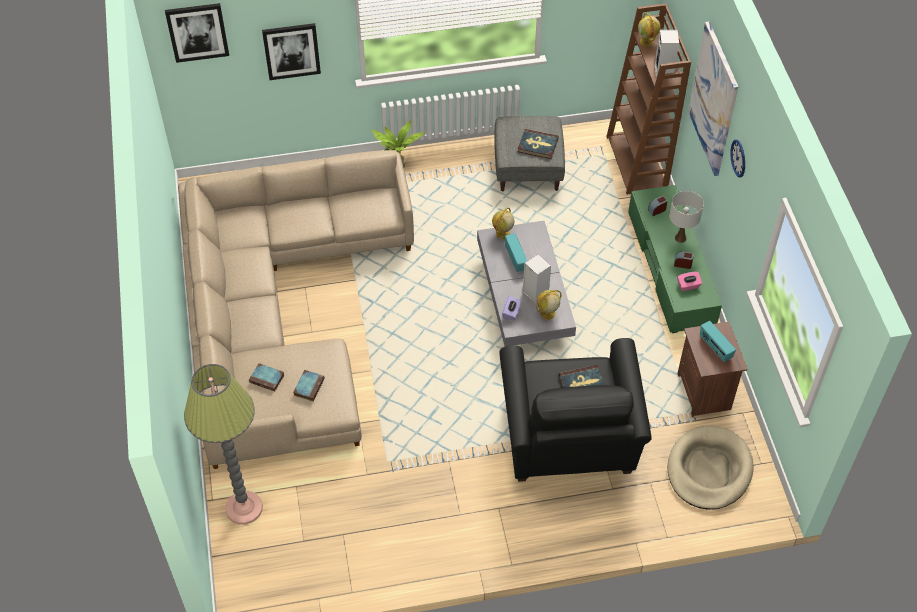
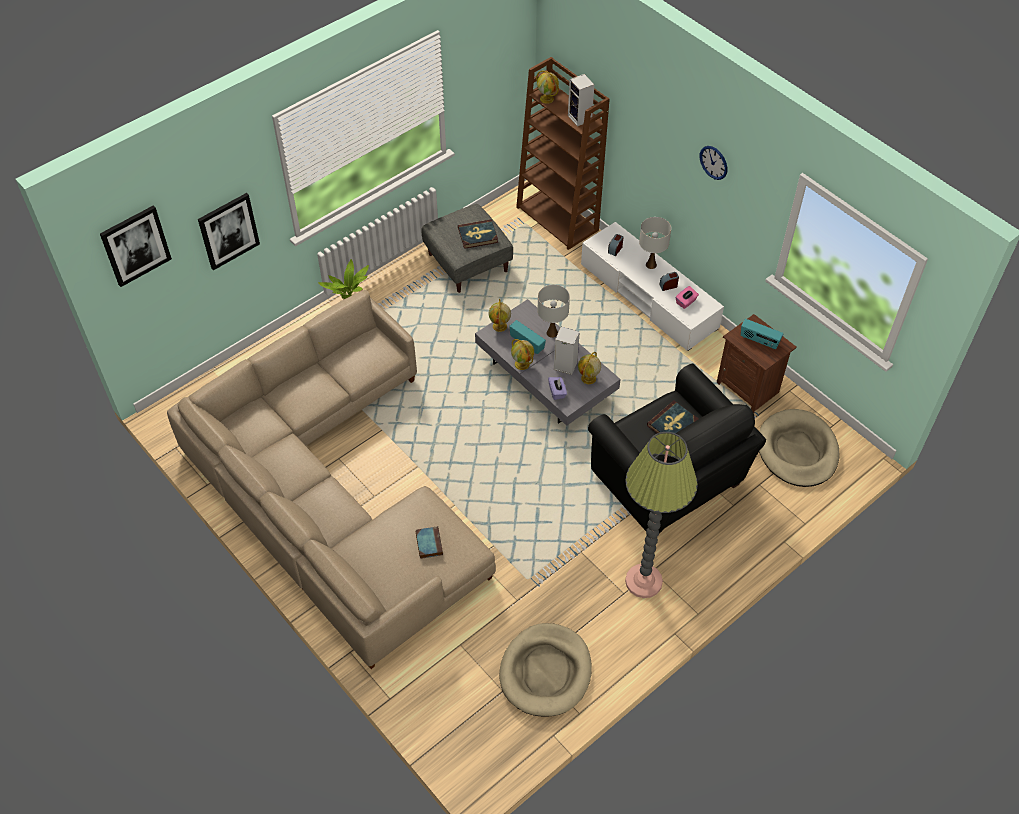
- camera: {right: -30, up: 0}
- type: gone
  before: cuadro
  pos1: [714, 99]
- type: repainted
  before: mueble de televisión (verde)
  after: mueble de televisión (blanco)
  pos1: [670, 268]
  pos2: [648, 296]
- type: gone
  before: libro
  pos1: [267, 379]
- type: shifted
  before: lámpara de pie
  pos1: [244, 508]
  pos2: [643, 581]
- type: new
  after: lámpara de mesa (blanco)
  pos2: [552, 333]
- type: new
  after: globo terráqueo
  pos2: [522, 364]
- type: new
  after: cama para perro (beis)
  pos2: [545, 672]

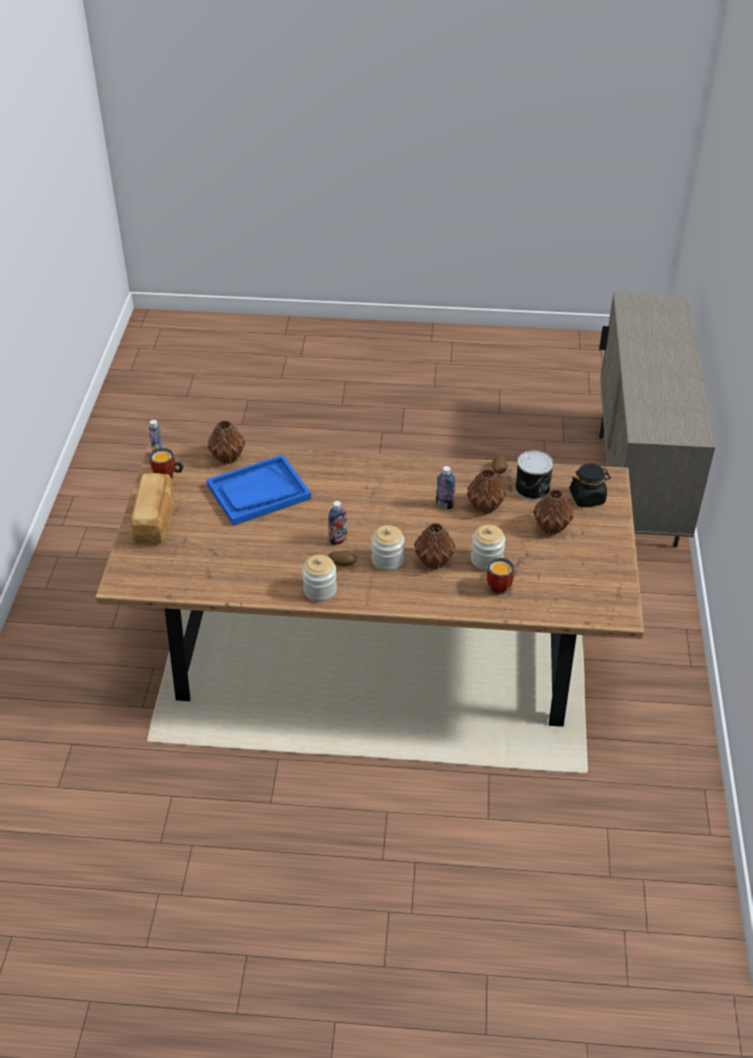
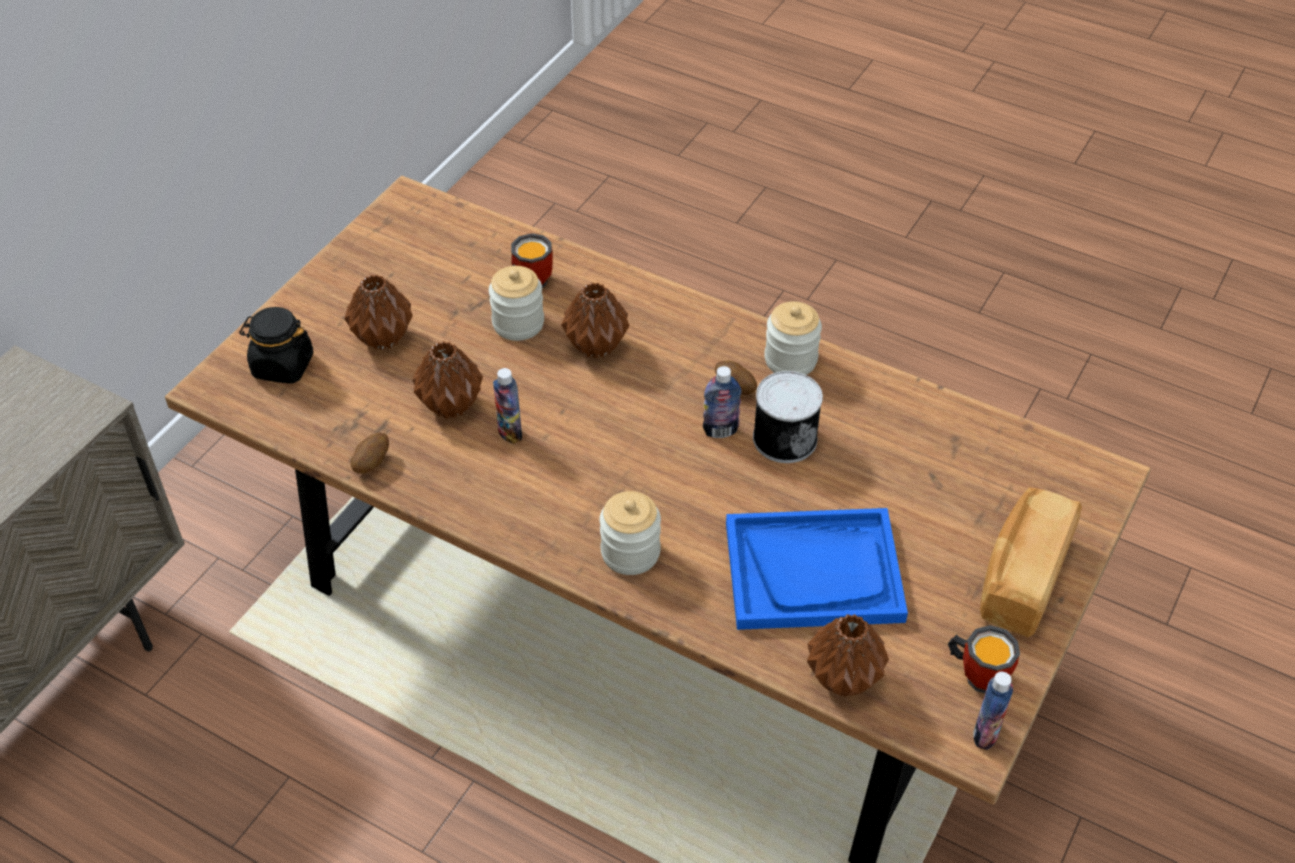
- camera: {right: -155, up: 5}
- type: shifted
  before: lata
  pos1: [533, 489]
  pos2: [784, 437]
- type: shifted
  before: tarro
  pos1: [387, 560]
  pos2: [630, 552]

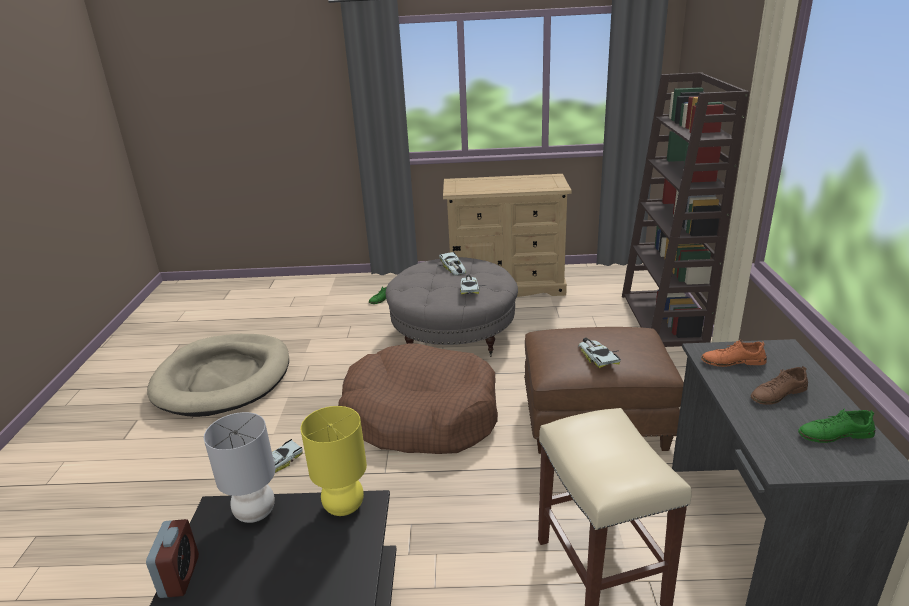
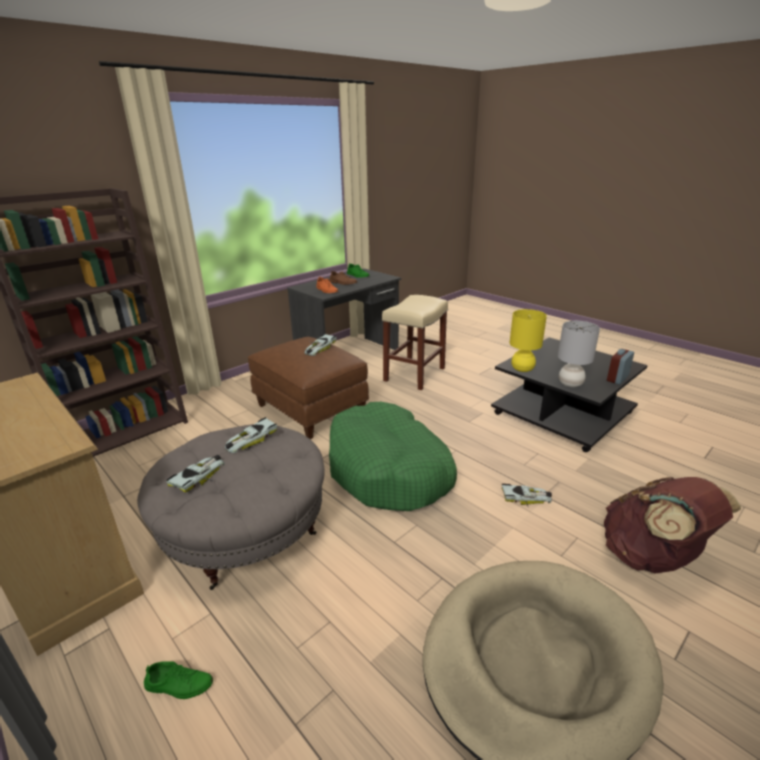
- camera: {right: -135, up: 0}
- type: repainted
  before: cama para perro (marrón)
  after: cama para perro (verde)
  pos1: [421, 415]
  pos2: [389, 470]
- type: new
  after: mochila (marrón)
  pos2: [651, 558]

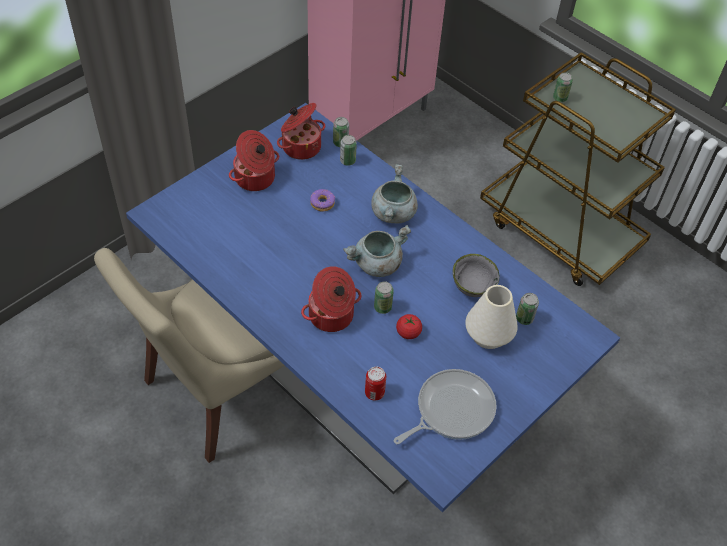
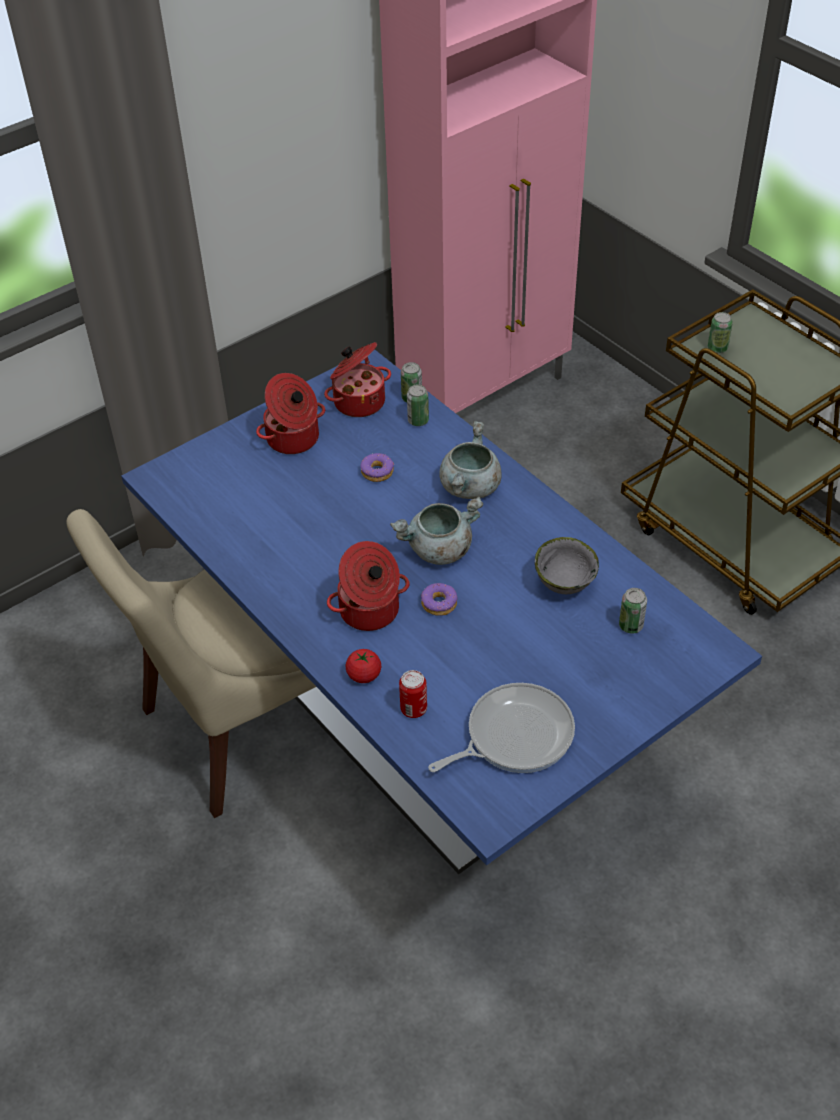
- camera: {right: 10, up: -5}
- type: swapped
  before: lata
  after: rosquilla
  pos1: [382, 307]
  pos2: [439, 603]
- type: gone
  before: florero (blanco)
  pos1: [488, 335]
- type: shifted
  before: tomate
  pos1: [408, 332]
  pos2: [364, 675]

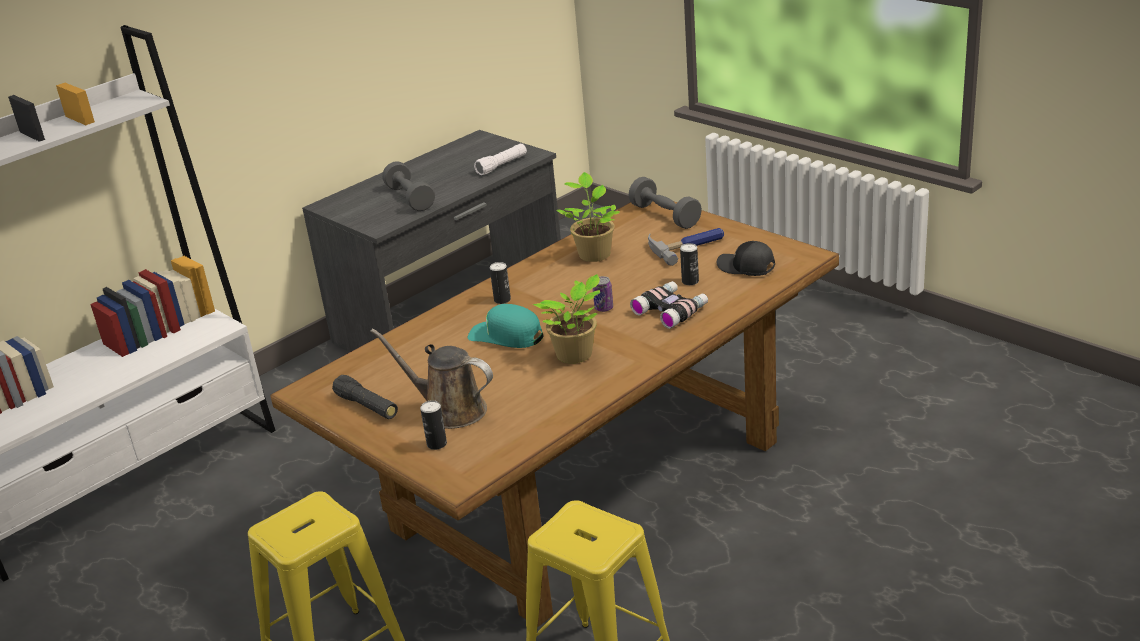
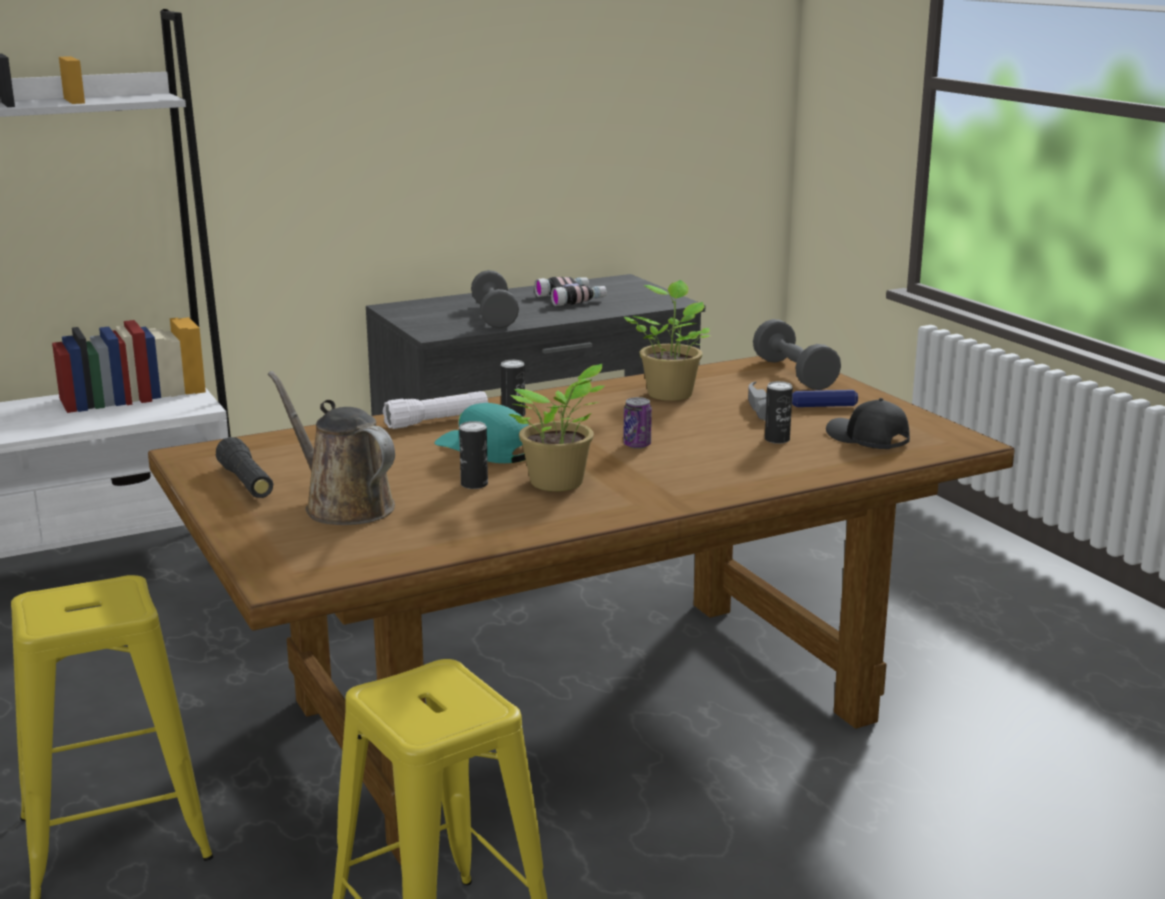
- camera: {right: 15, up: -10}
- type: shifted
  before: linterna (blanco)
  pos1: [502, 165]
  pos2: [437, 421]
- type: shifted
  before: prismáticos
  pos1: [671, 310]
  pos2: [572, 298]
- type: shifted
  before: lata
  pos1: [437, 444]
  pos2: [474, 484]

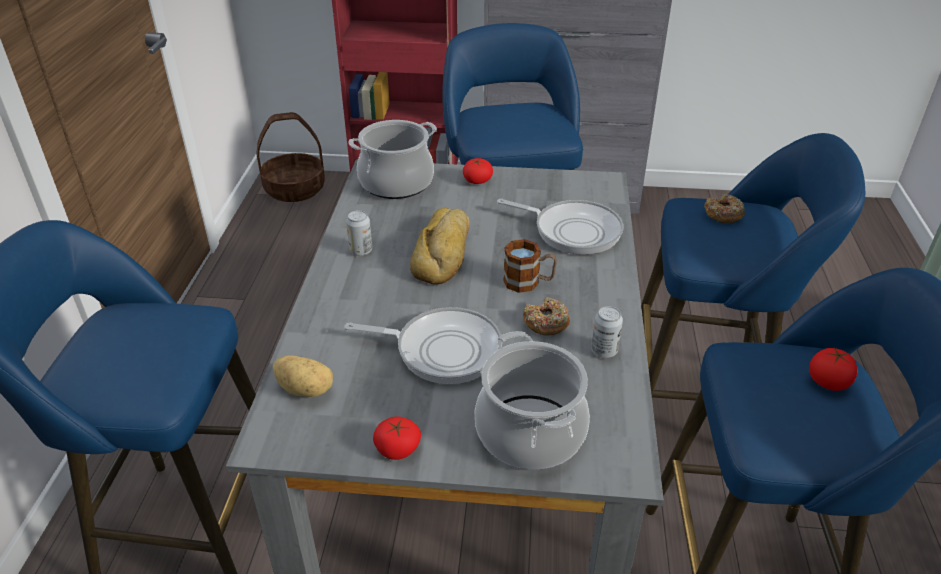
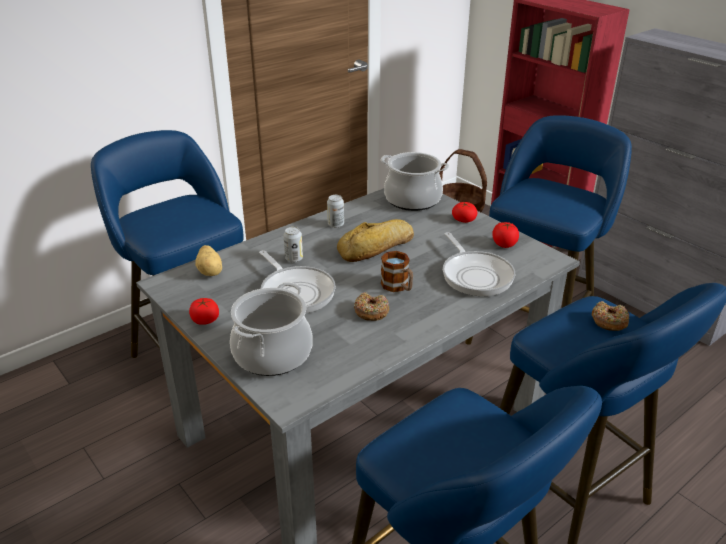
- camera: {right: 45, up: -5}
- type: shifted
  before: lata
  pos1: [604, 351]
  pos2: [294, 259]
- type: shifted
  before: tomate
  pos1: [828, 382]
  pos2: [504, 244]

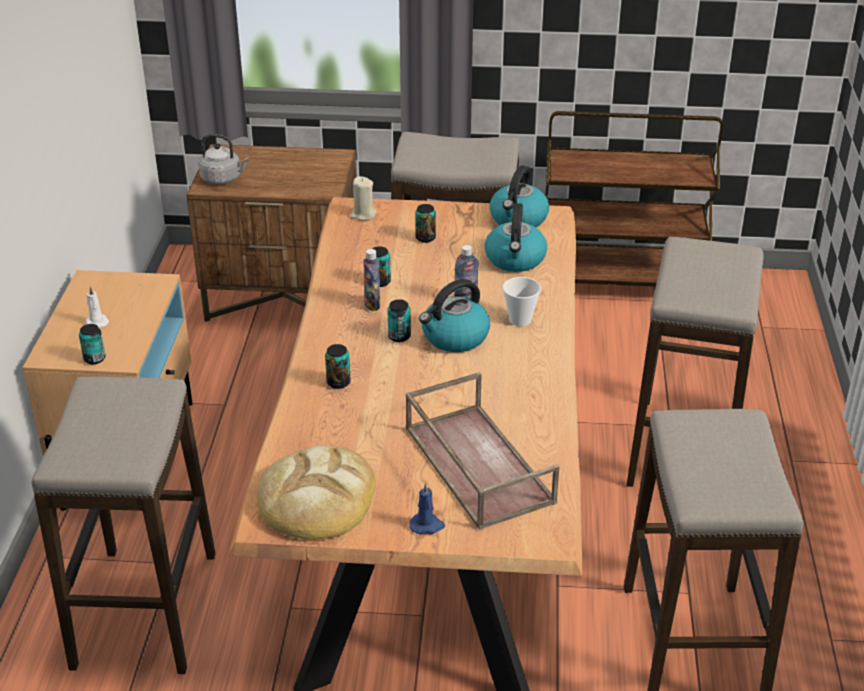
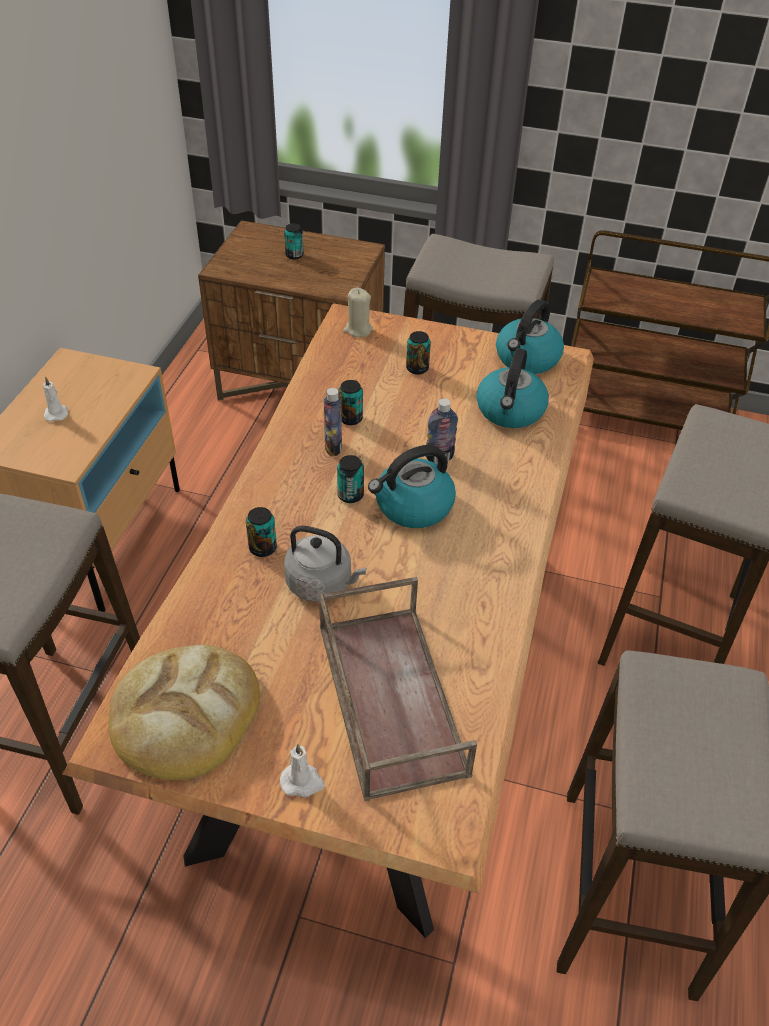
- camera: {right: 10, up: 10}
- type: shifted
  before: hervidor (gris)
  pos1: [223, 179]
  pos2: [322, 584]
- type: gone
  before: taza
  pos1: [520, 320]
- type: shifted
  before: lata
  pos1: [94, 359]
  pos2: [294, 255]
- type: repainted
  before: vela (azul)
  after: vela (blanco)
  pos1: [427, 525]
  pos2: [302, 781]

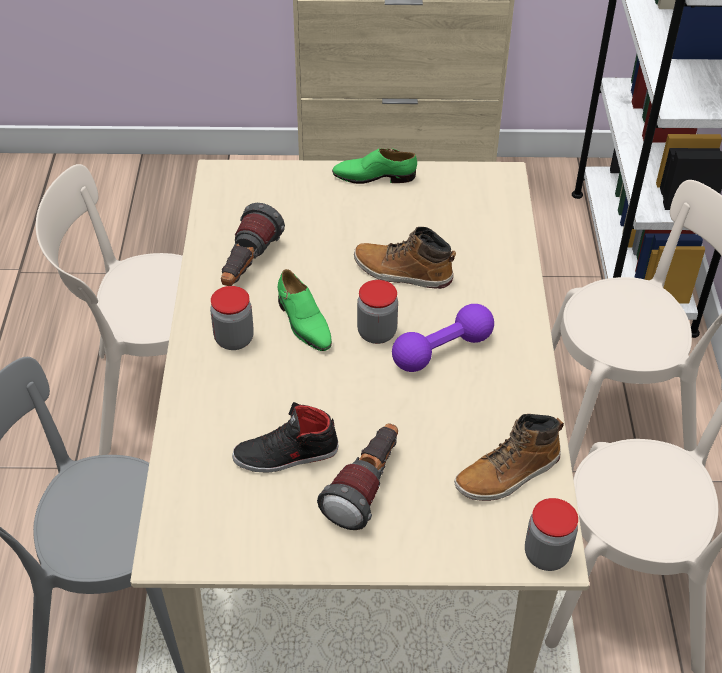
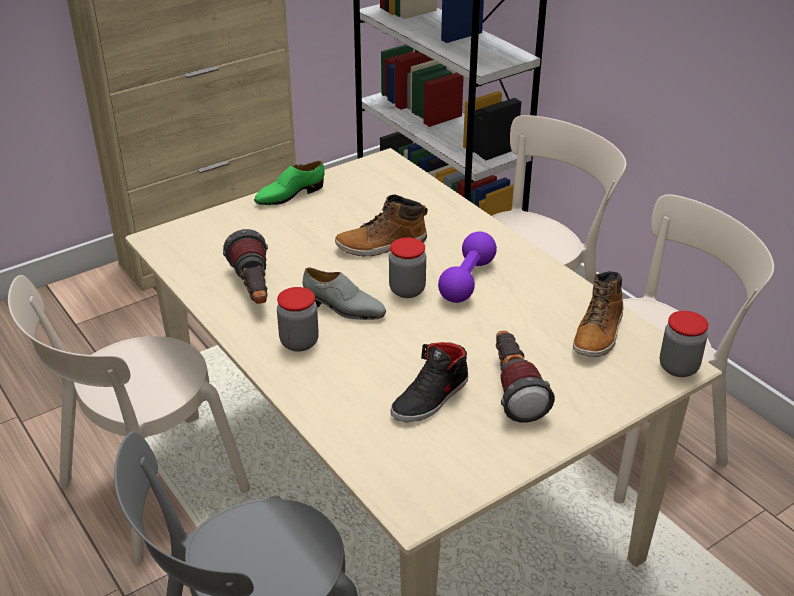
- camera: {right: -35, up: -10}
- type: repainted
  before: zapato (verde)
  after: zapato (gris)
  pos1: [303, 323]
  pos2: [343, 308]

